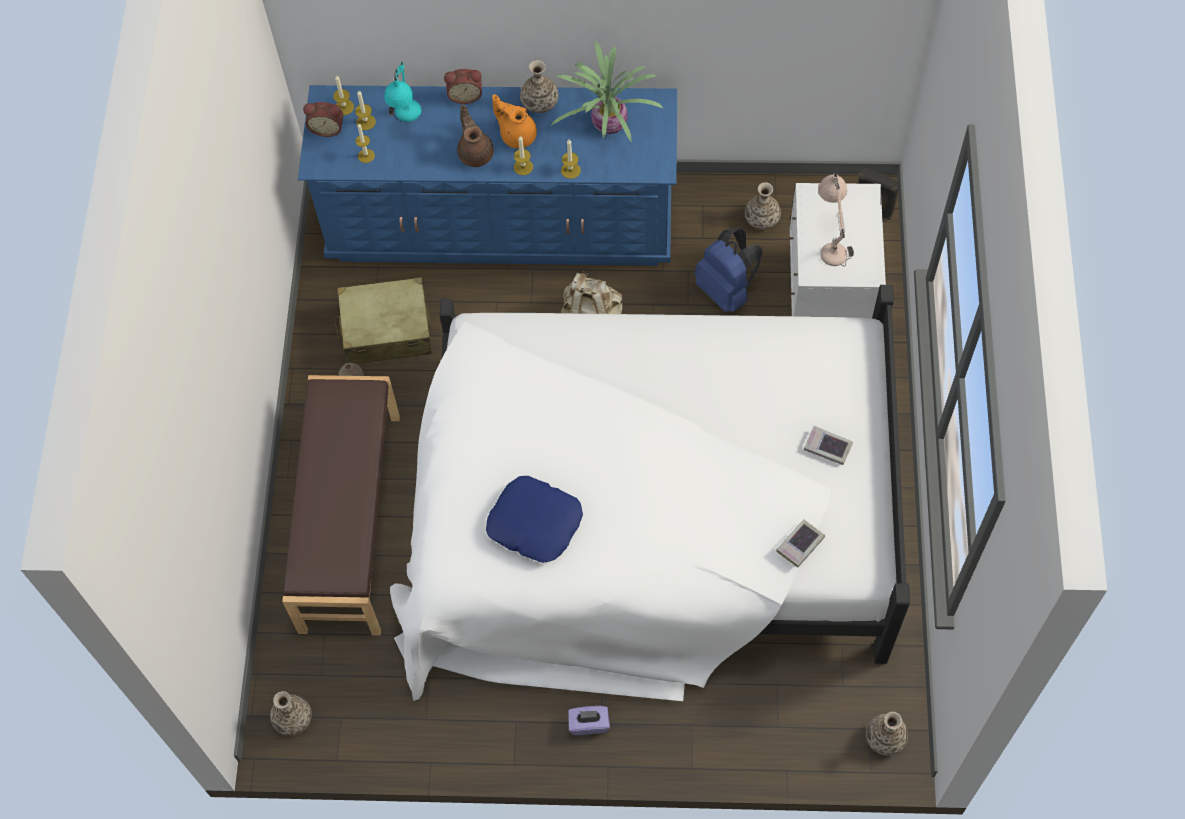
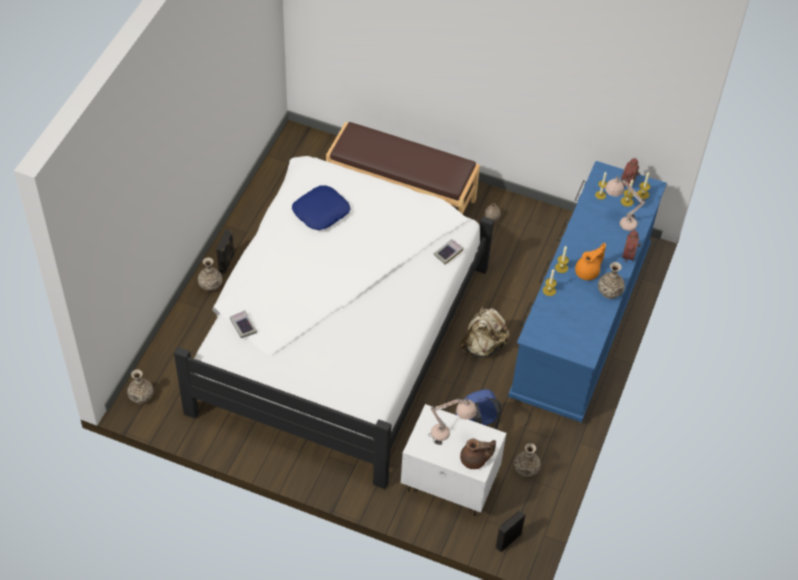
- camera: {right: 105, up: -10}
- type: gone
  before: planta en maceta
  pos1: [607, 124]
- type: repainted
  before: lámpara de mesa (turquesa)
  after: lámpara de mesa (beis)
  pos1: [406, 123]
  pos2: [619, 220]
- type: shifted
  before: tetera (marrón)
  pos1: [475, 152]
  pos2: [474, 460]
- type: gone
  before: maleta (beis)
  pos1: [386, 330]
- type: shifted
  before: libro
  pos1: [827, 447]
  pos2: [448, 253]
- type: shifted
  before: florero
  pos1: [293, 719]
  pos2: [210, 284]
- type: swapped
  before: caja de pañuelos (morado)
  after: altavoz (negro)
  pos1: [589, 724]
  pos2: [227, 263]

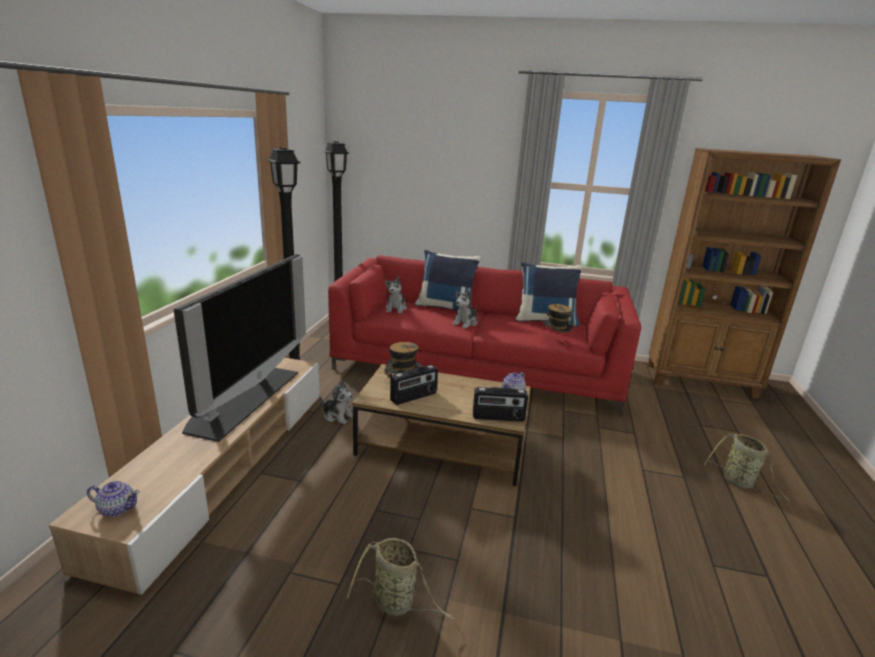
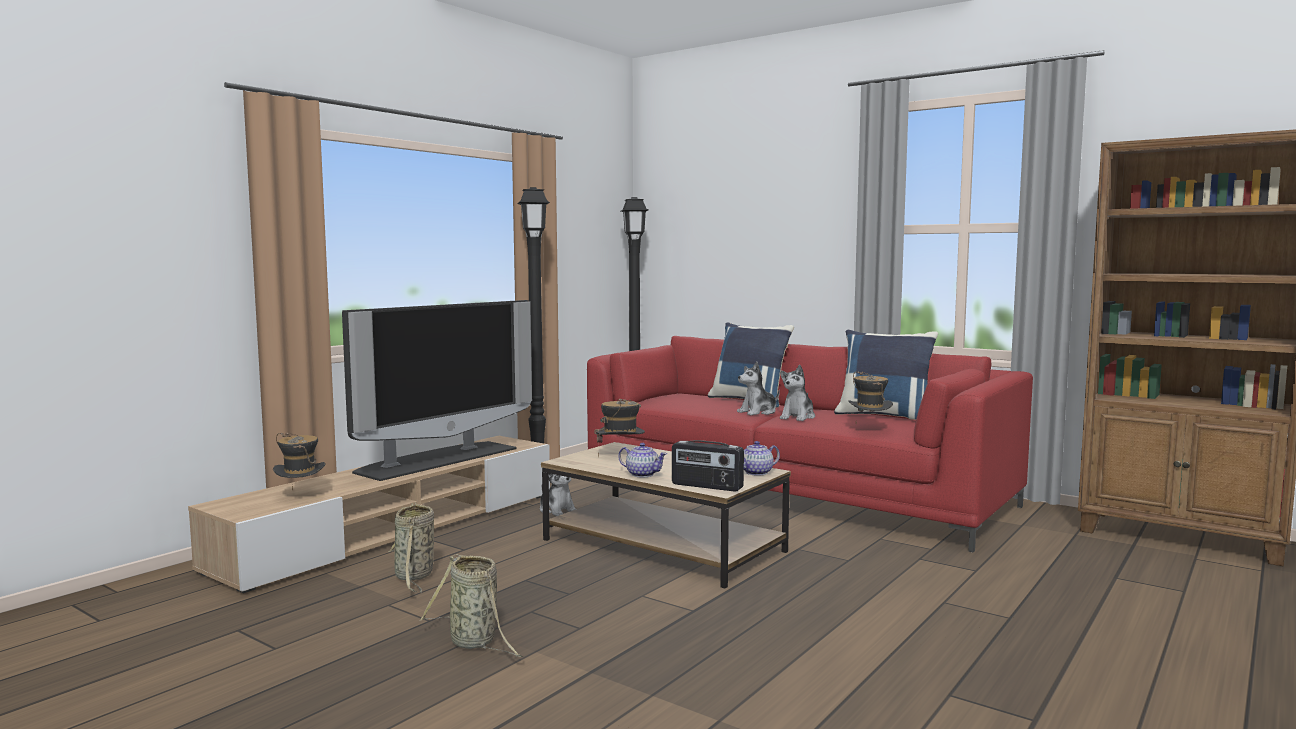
- camera: {right: 25, up: -15}
- type: shifted
  before: peluche
  pos1: [396, 308]
  pos2: [798, 417]
- type: gone
  before: radio
  pos1: [414, 397]
- type: shifted
  before: cesta
  pos1: [739, 482]
  pos2: [414, 577]
- type: shifted
  before: tetera
  pos1: [117, 508]
  pos2: [642, 474]
- type: new
  after: sombrero
  pos2: [301, 496]

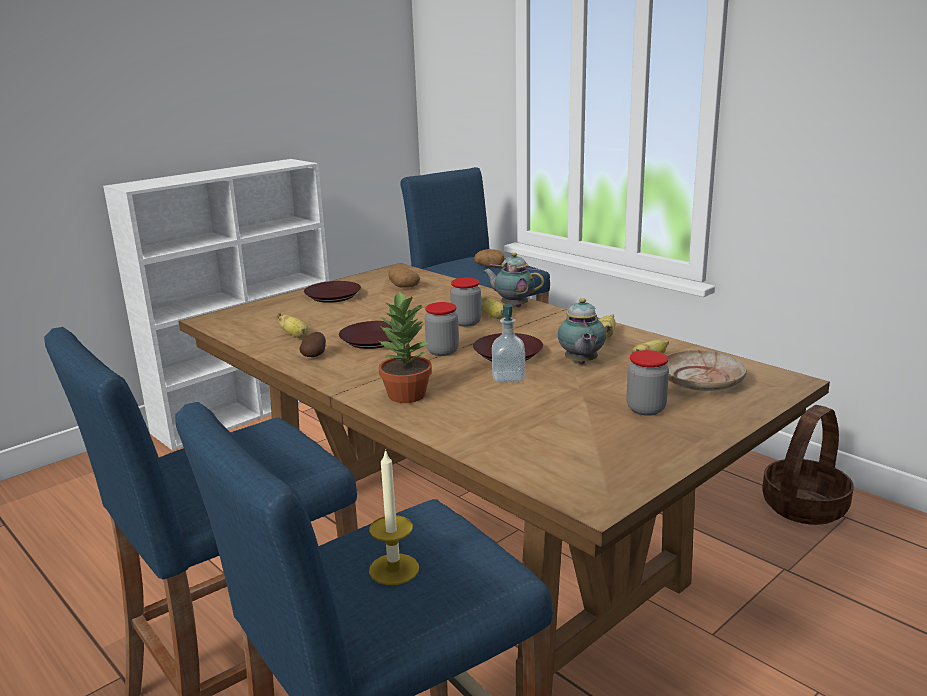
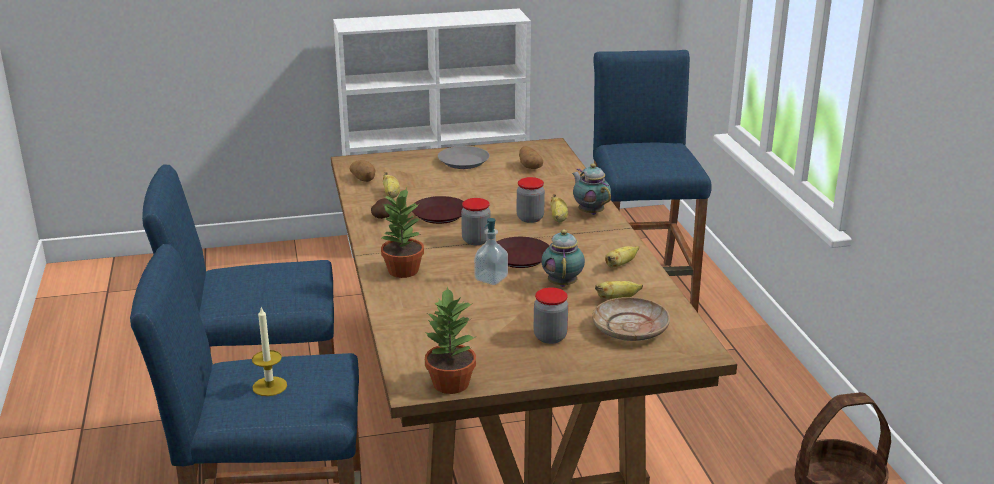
- camera: {right: 30, up: 5}
- type: shifted
  before: patata
  pos1: [490, 266]
  pos2: [364, 179]
- type: repainted
  before: plato (marrón)
  after: plato (gris)
  pos1: [333, 296]
  pos2: [464, 162]
- type: rotated
  before: tetera
  pos1: [580, 363]
  pos2: [562, 283]
  turn: 150
- type: new
  after: planta en maceta
  pos2: [450, 384]

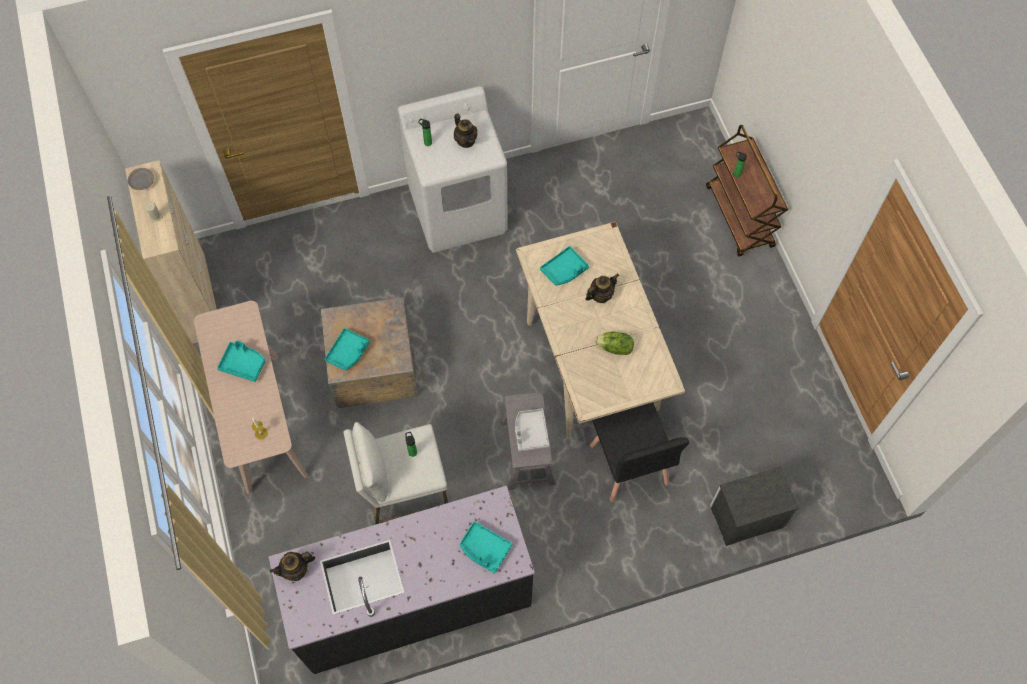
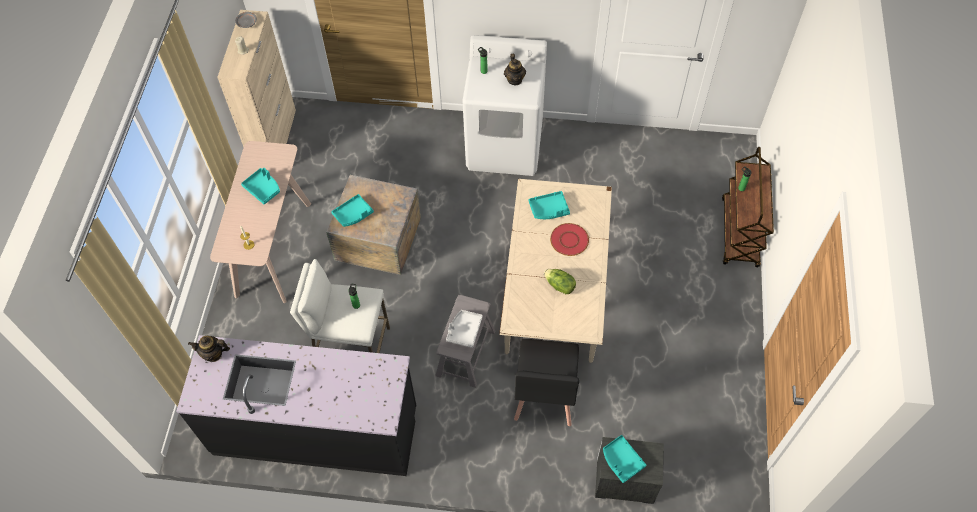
- camera: {right: 25, up: -5}
- type: swapped
  before: tetera
  after: plato (rojo)
  pos1: [600, 295]
  pos2: [569, 240]
- type: shifted
  before: bandeja (turquesa)
  pos1: [484, 549]
  pos2: [621, 461]

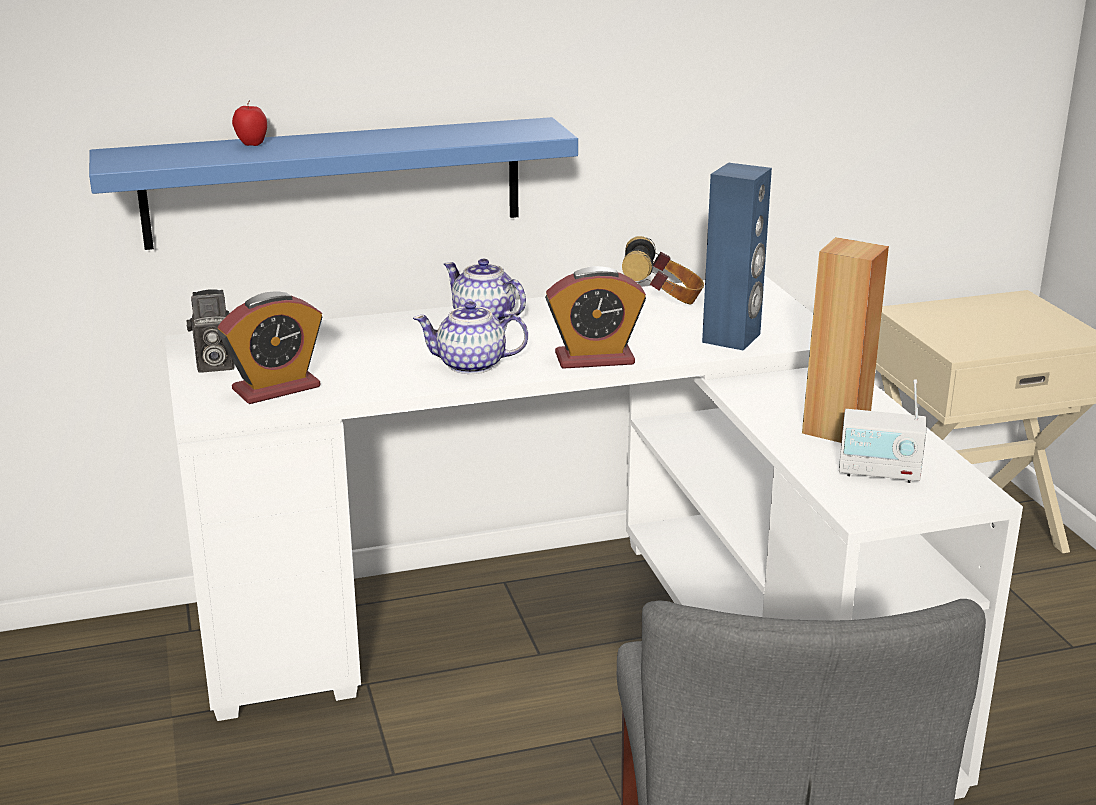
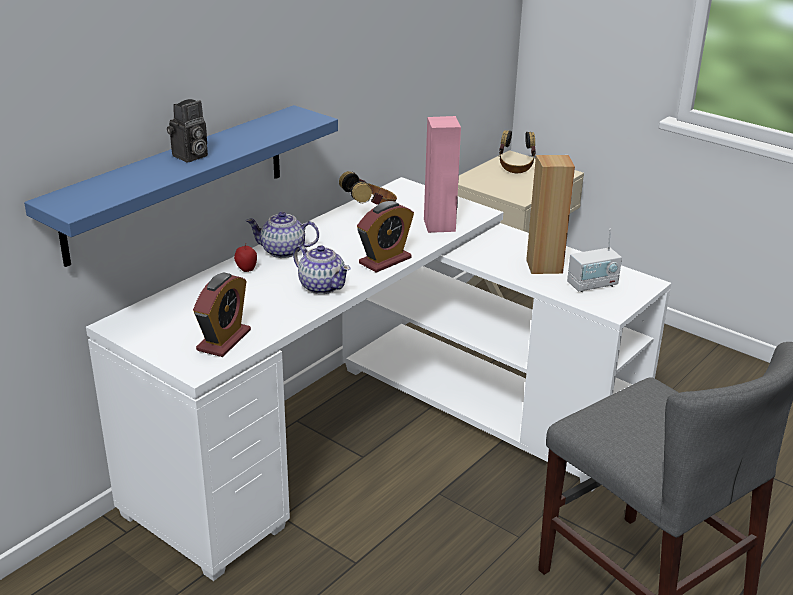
- camera: {right: -35, up: 5}
- type: shifted
  before: manzana
  pos1: [251, 144]
  pos2: [246, 270]
- type: repainted
  before: altavoz (azul)
  after: altavoz (rosa)
  pos1: [732, 338]
  pos2: [440, 225]
- type: shifted
  before: cámara
  pos1: [213, 365]
  pos2: [190, 157]
- type: rotated
  before: tetera
  pos1: [472, 365]
  pos2: [322, 286]
  turn: -105
- type: new
  after: auriculares
  pos2: [516, 167]

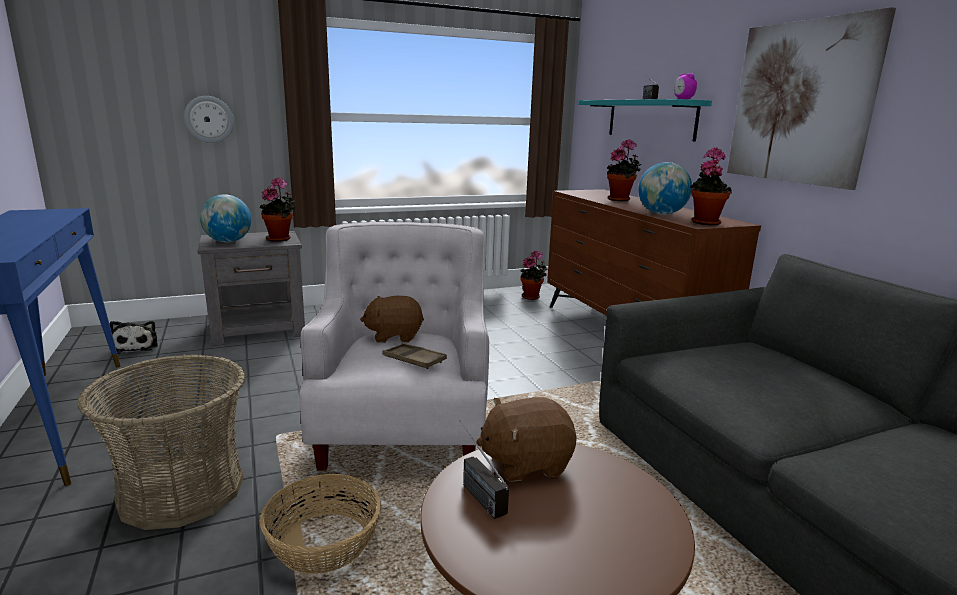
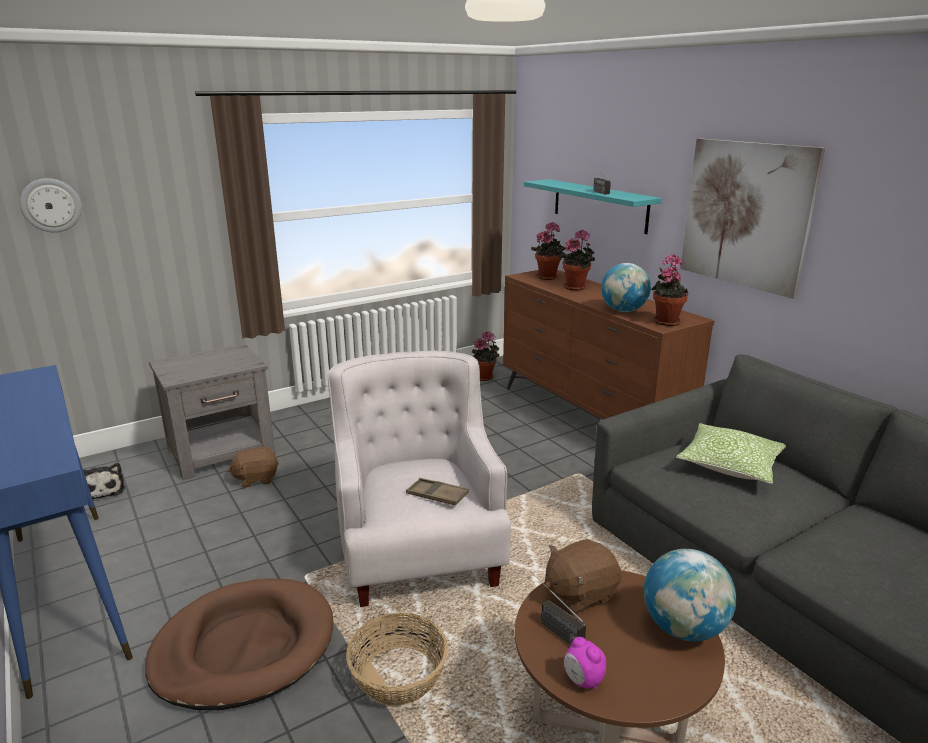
- camera: {right: -10, up: 5}
- type: shifted
  before: despertador
  pos1: [683, 99]
  pos2: [582, 680]
- type: shifted
  before: reloj de pared
  pos1: [209, 119]
  pos2: [51, 205]
- type: shifted
  before: planta en maceta
  pos1: [281, 239]
  pos2: [548, 277]
- type: shifted
  before: globo terráqueo
  pos1: [228, 242]
  pos2: [683, 628]
- type: shifted
  before: peluche (marrón)
  pos1: [394, 336]
  pos2: [256, 479]
- type: swapped
  before: cesta
  after: cama para perro (marrón)
  pos1: [181, 491]
  pos2: [244, 647]
- type: new
  after: cojín
  pos2: [730, 465]

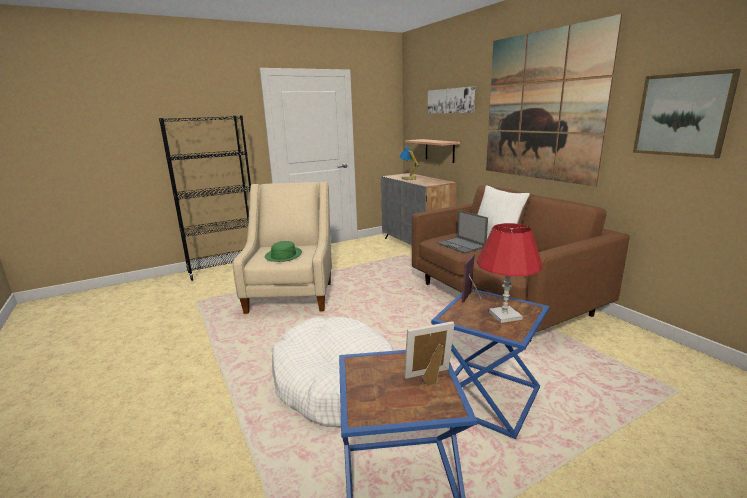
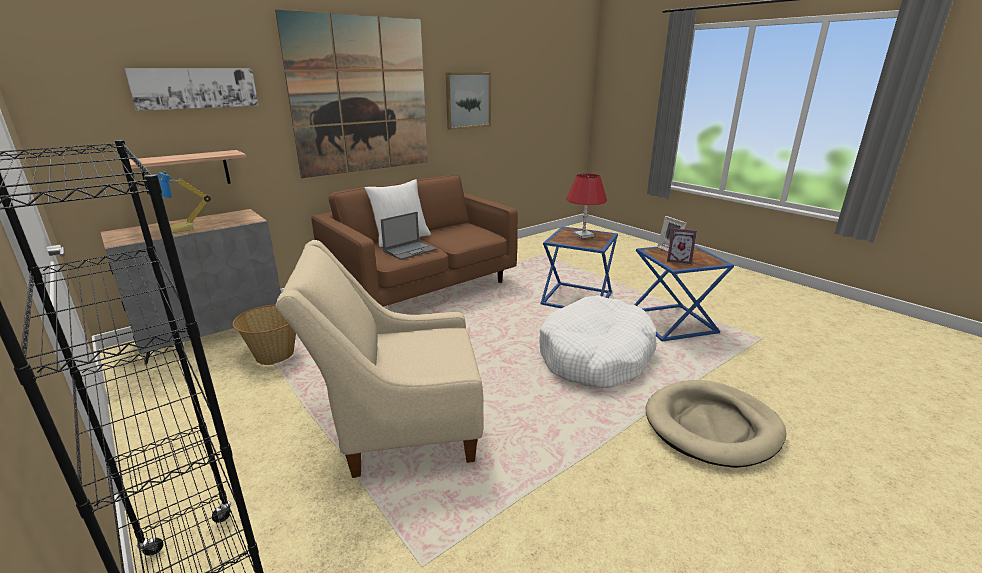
- camera: {right: -100, up: 5}
- type: gone
  before: sombrero (verde)
  pos1: [283, 255]
- type: shifted
  before: portarretratos
  pos1: [473, 298]
  pos2: [679, 260]
- type: new
  after: cesta
  pos2: [274, 355]
- type: new
  after: cama para perro (beis)
  pos2: [712, 426]

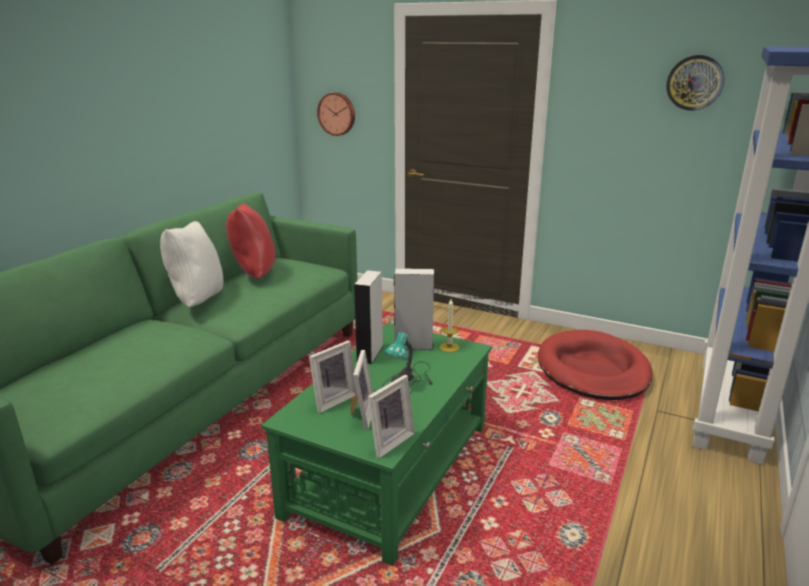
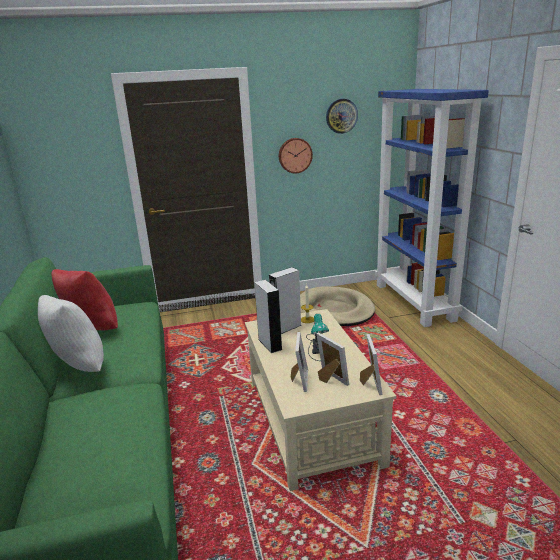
- camera: {right: -40, up: 0}
- type: shifted
  before: reloj de pared
  pos1: [337, 114]
  pos2: [295, 155]
- type: repainted
  before: mesa de centro (verde)
  after: mesa de centro (beis)
  pos1: [391, 468]
  pos2: [311, 419]
- type: repainted
  before: cama para perro (rojo)
  after: cama para perro (beis)
  pos1: [593, 370]
  pos2: [334, 310]

